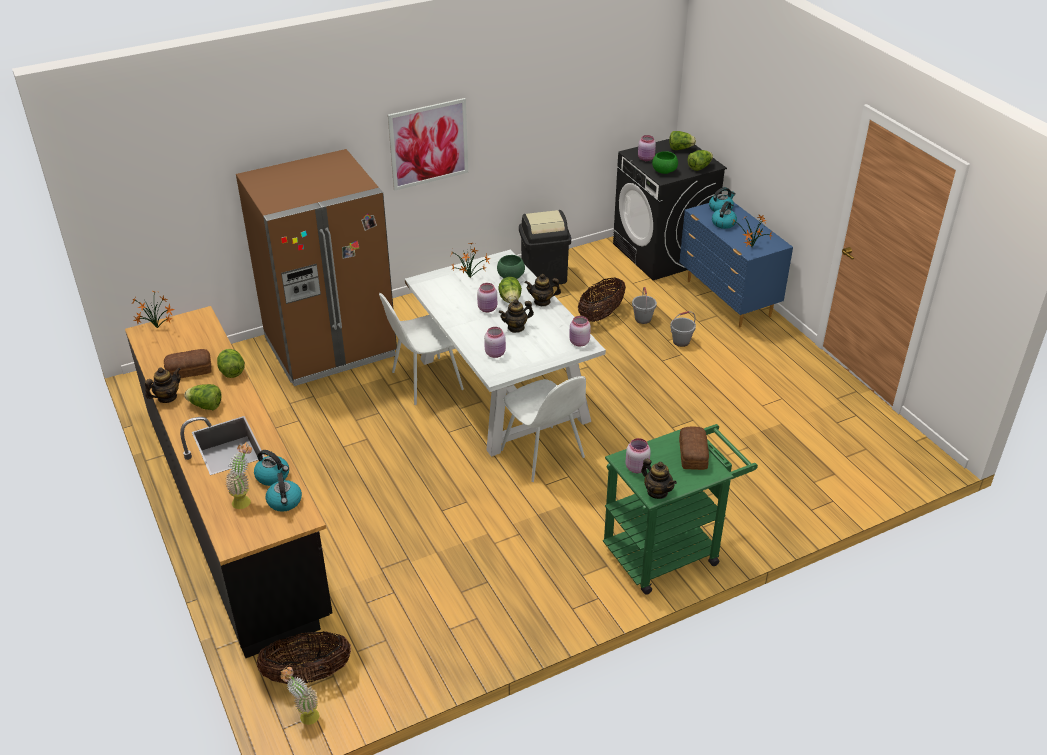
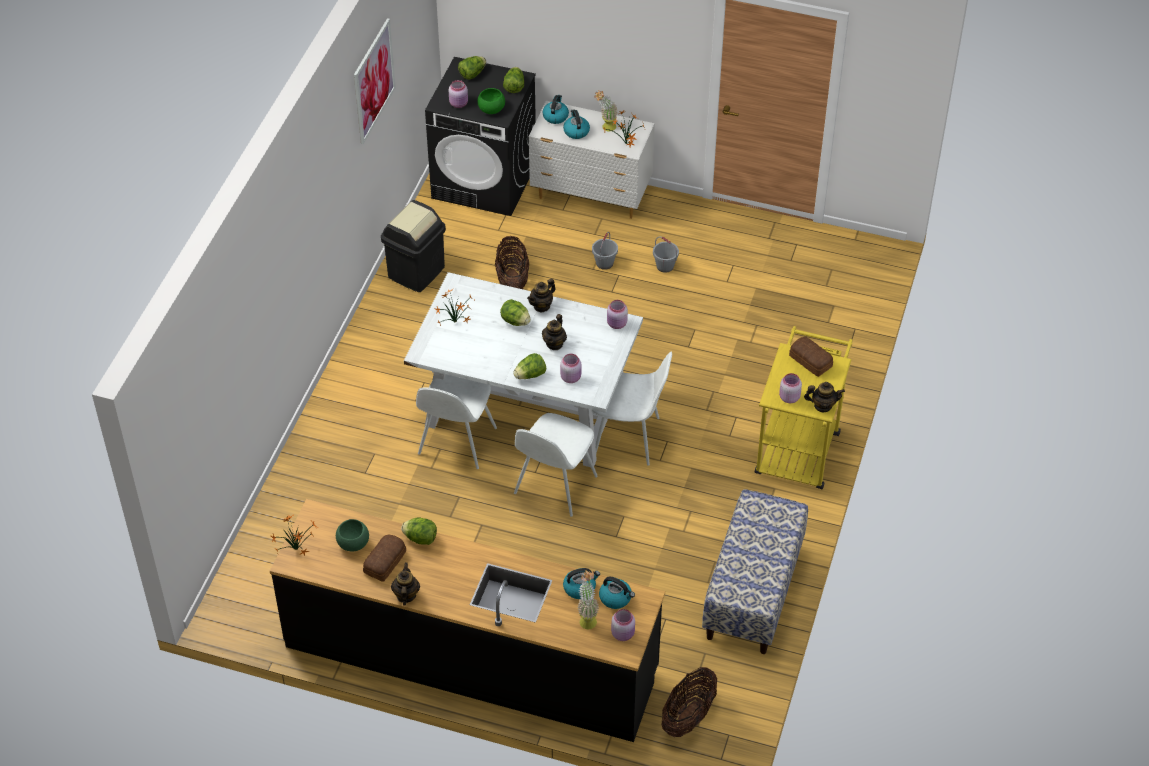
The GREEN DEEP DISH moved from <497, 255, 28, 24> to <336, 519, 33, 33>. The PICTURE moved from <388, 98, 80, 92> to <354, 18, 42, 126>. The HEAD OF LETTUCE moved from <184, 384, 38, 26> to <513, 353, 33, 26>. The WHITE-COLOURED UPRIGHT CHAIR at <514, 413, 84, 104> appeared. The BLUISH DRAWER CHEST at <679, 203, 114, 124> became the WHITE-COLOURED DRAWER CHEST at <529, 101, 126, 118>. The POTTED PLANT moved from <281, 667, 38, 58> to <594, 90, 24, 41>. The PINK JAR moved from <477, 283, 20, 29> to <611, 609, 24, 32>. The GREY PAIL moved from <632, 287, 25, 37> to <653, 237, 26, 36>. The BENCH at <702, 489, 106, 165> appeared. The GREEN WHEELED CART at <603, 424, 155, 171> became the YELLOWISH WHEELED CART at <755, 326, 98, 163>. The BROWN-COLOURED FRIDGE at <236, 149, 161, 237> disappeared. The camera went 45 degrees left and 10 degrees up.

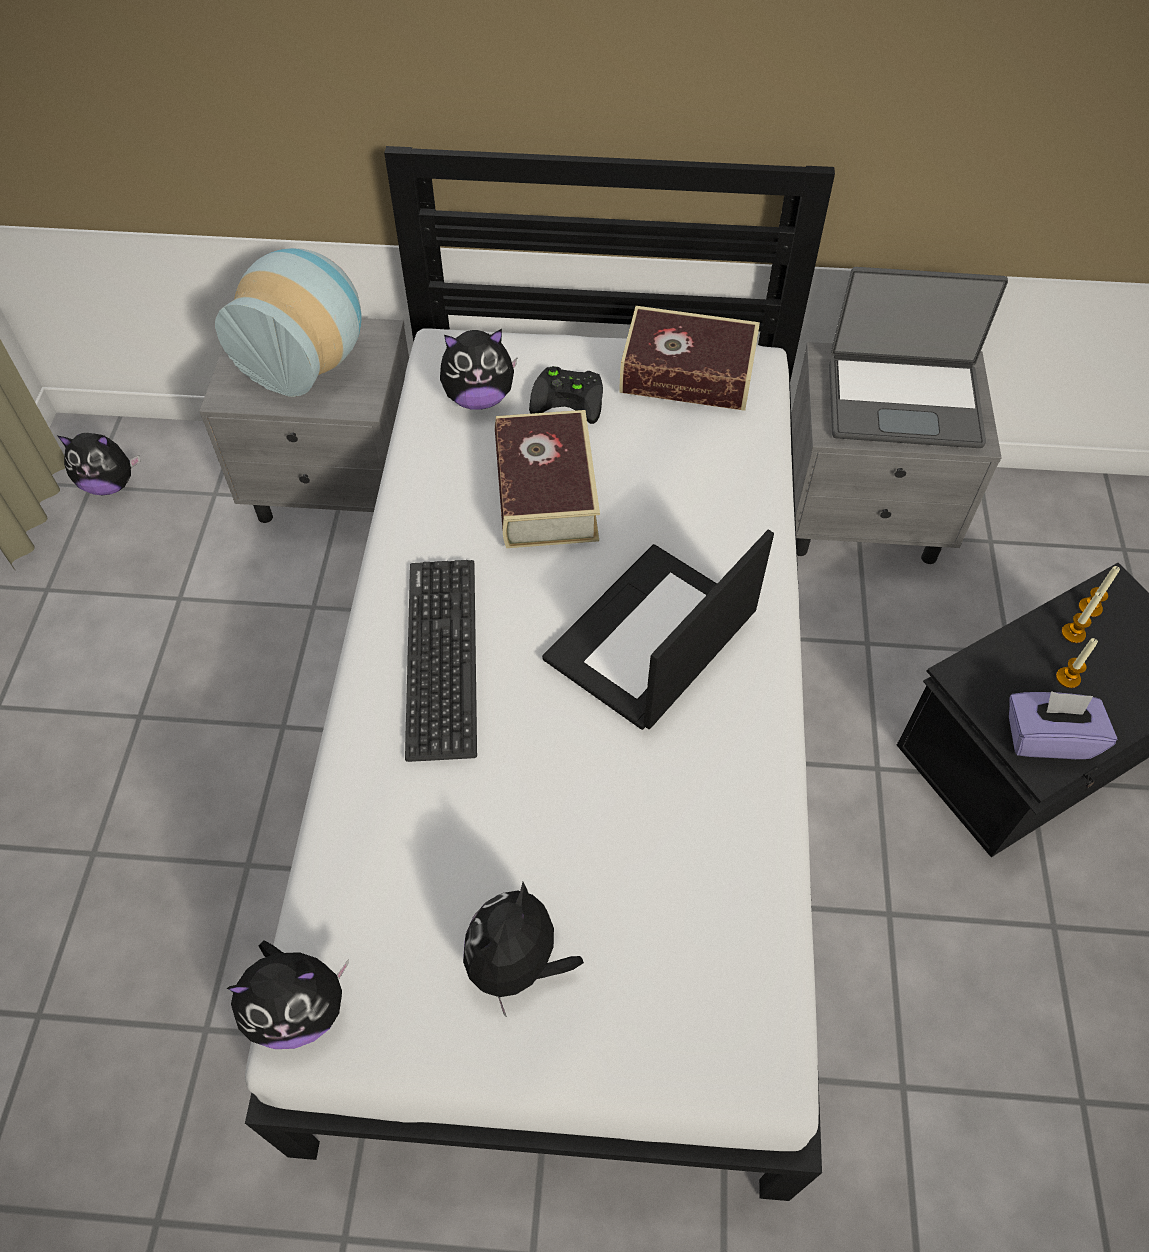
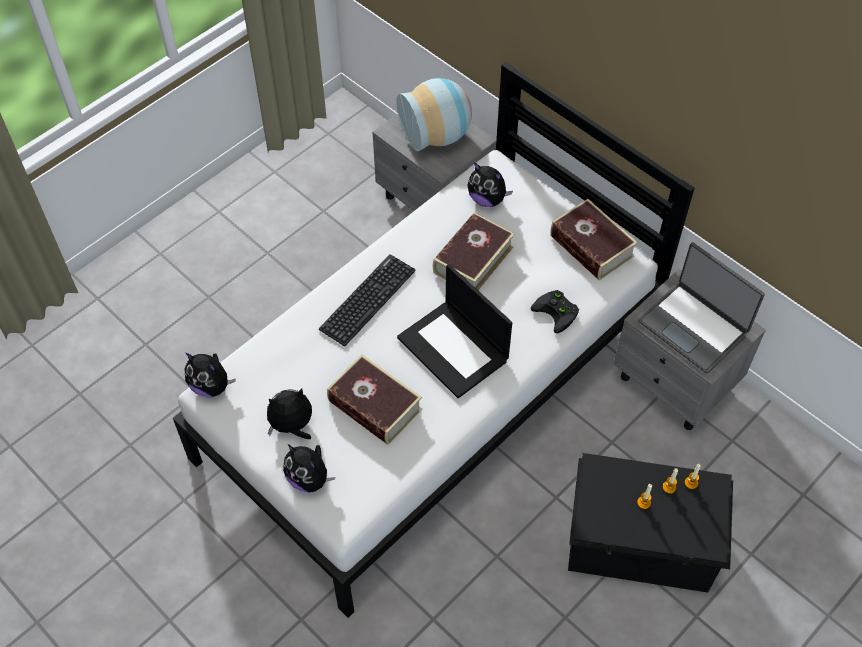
The SOFT TOY moved from <58, 433, 82, 62> to <283, 444, 52, 49>. The VOLUME at <327, 354, 95, 91> appeared. The LAPTOP at <542, 530, 232, 200> turned 120 degrees counterclockwise. The BLACK-COLOURED GAME CONTROLLER moved from <529, 366, 74, 58> to <531, 290, 48, 43>. The PURPLISH BOX OF TISSUES at <1009, 691, 109, 68> disappeared. The camera went 40 degrees right and 0 degrees up.

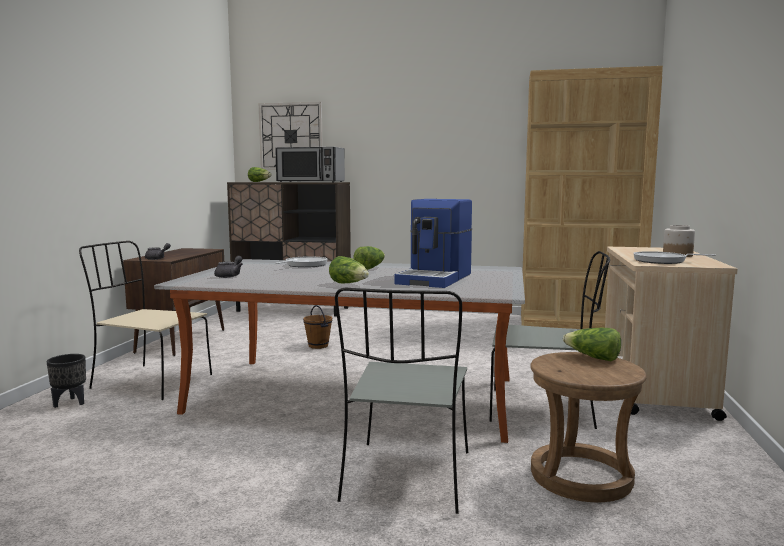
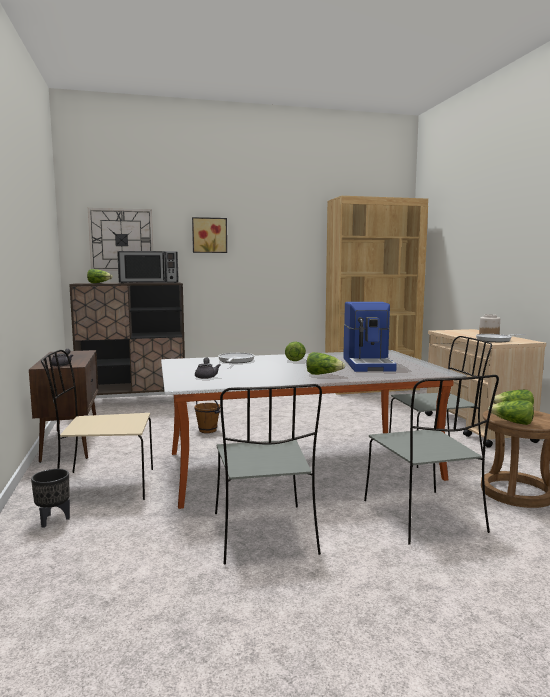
The PICTURE at <192, 217, 35, 36> appeared. The GREY UPRIGHT CHAIR at <215, 384, 107, 180> appeared. The HEAD OF LETTUCE at <488, 400, 46, 25> appeared. The camera went 25 degrees left and 0 degrees up.

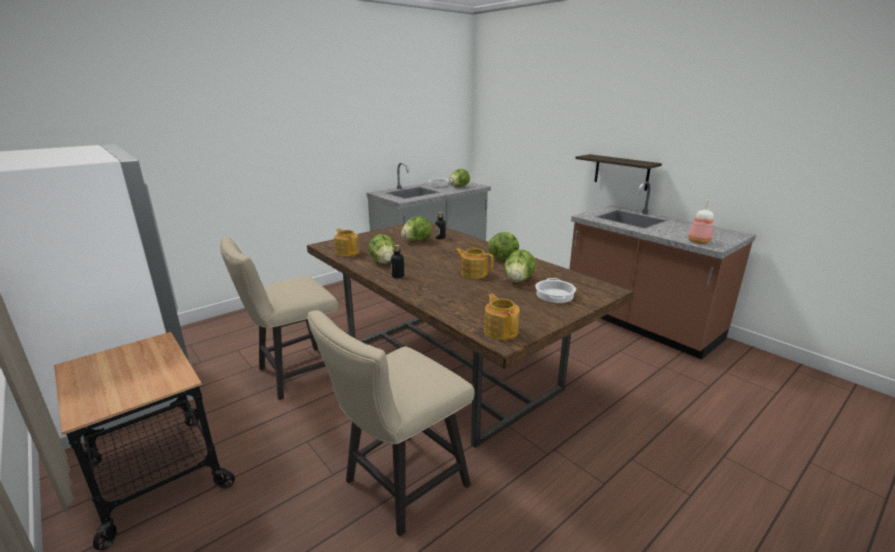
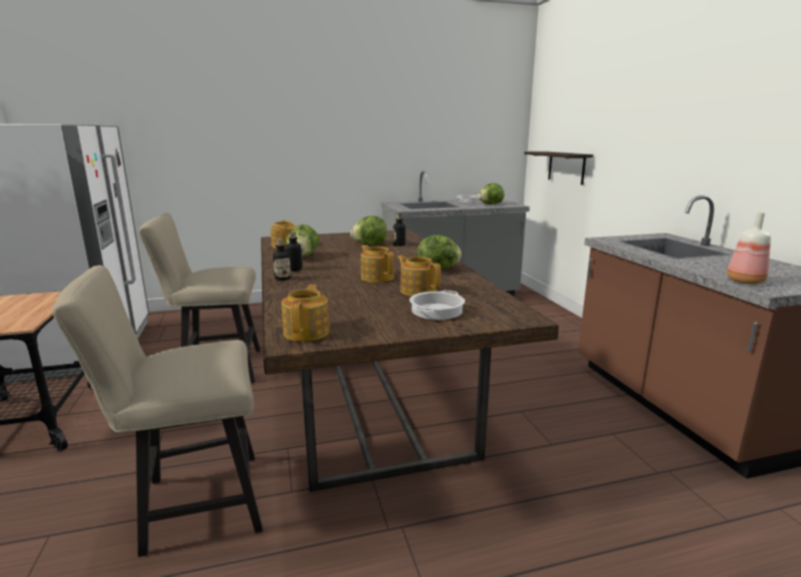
The DRINK BOTTLE at <273, 238, 18, 43> appeared. The HEAD OF LETTUCE at <504, 250, 32, 32> was replaced by the TEAPOT at <397, 255, 44, 41>. The SHELF moved from <575, 154, 87, 37> to <524, 151, 69, 34>. The camera went 25 degrees right and 5 degrees down.

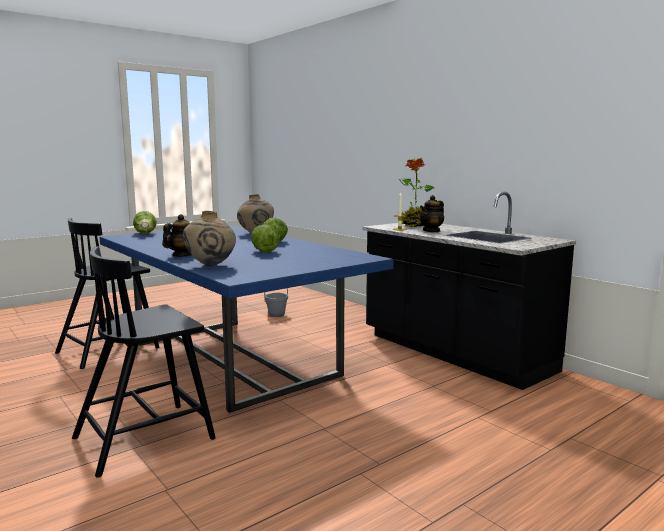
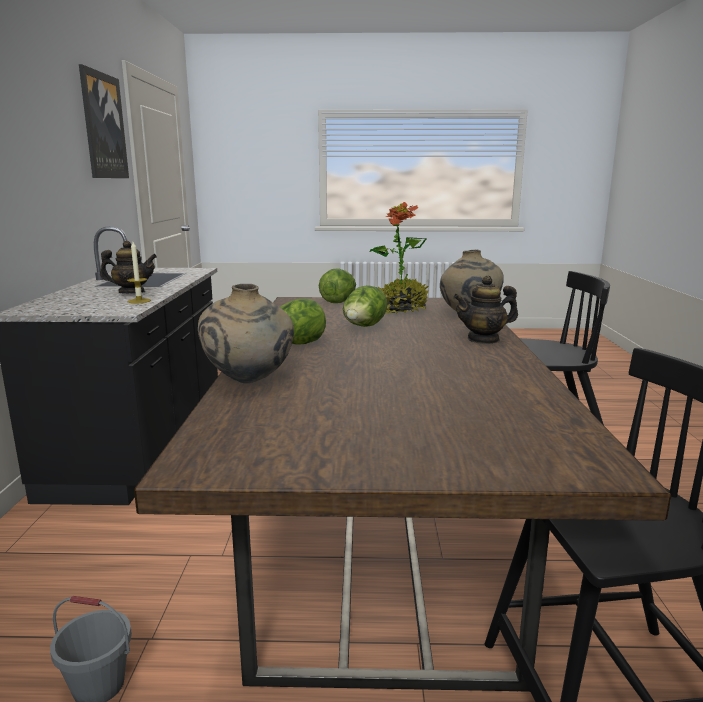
The PICTURE at <79, 64, 50, 114> appeared. The BLUISH KITCHEN TABLE at <100, 225, 294, 188> became the BROWN-COLOURED KITCHEN TABLE at <134, 297, 537, 395>. The HEAD OF LETTUCE moved from <133, 211, 24, 23> to <319, 268, 37, 35>. The POTTED PLANT moved from <397, 158, 38, 69> to <370, 202, 59, 112>. The camera went 140 degrees left and 5 degrees up.

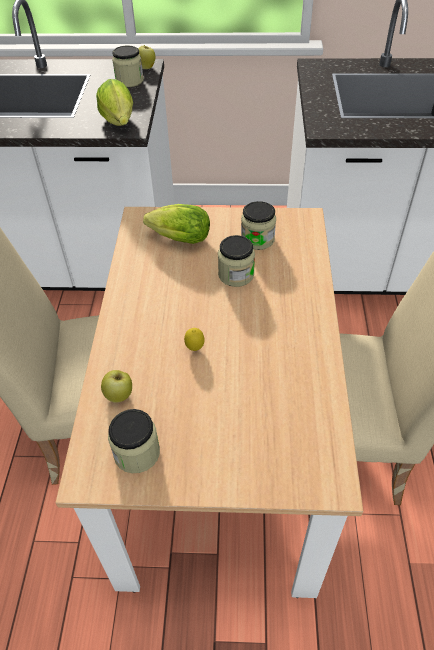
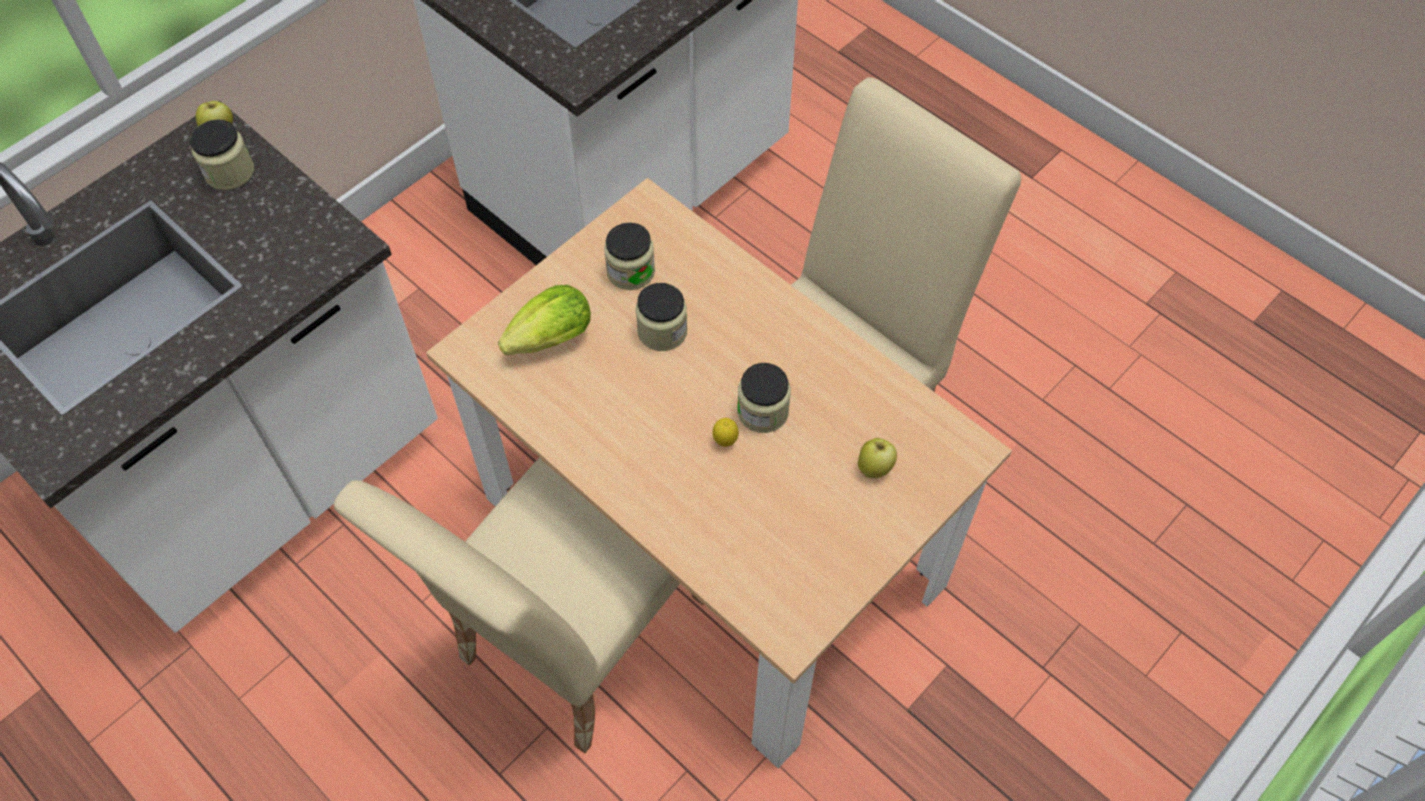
The JAR moved from <108, 409, 52, 64> to <737, 363, 54, 70>. The APPLE FRUIT moved from <101, 370, 31, 33> to <858, 438, 39, 40>. The HEAD OF LETTUCE at <96, 79, 37, 47> disappeared. The camera went 50 degrees left and 10 degrees up.

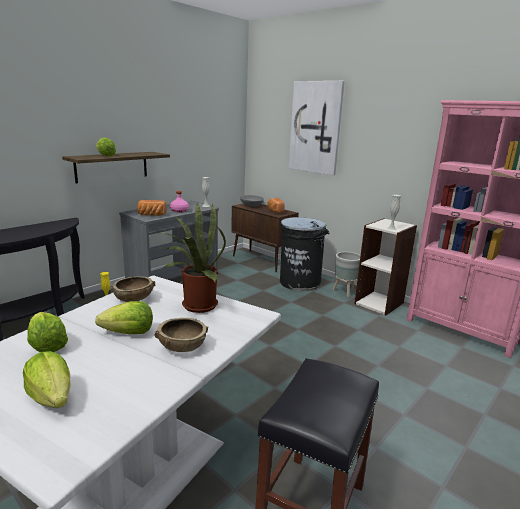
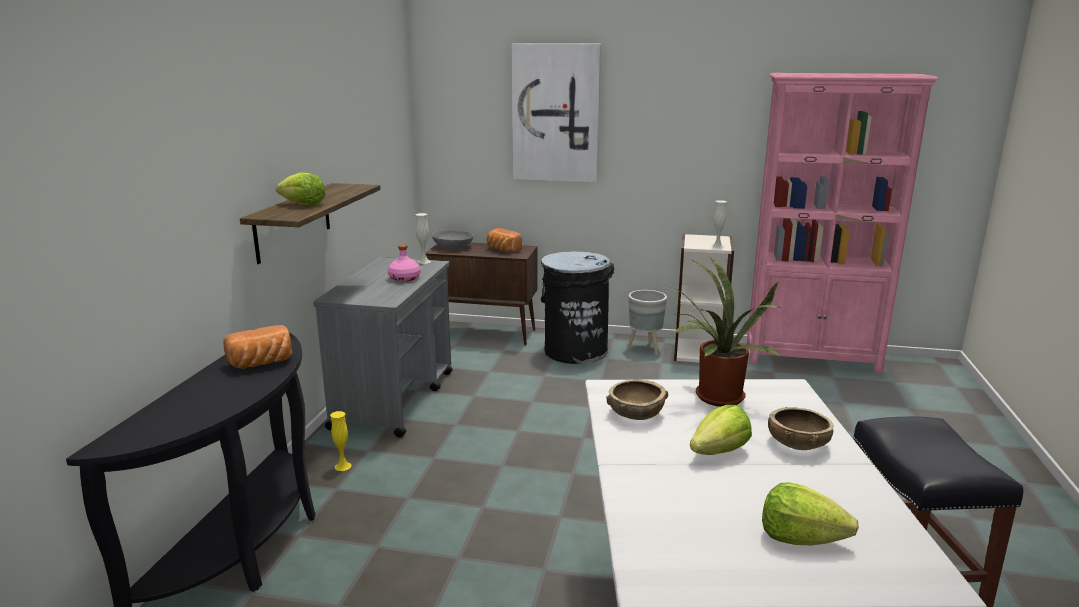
The BAKED BREAD moved from <137, 200, 30, 16> to <223, 325, 69, 44>. The HEAD OF LETTUCE at <27, 312, 41, 40> disappeared. The camera went 30 degrees left and 0 degrees up.

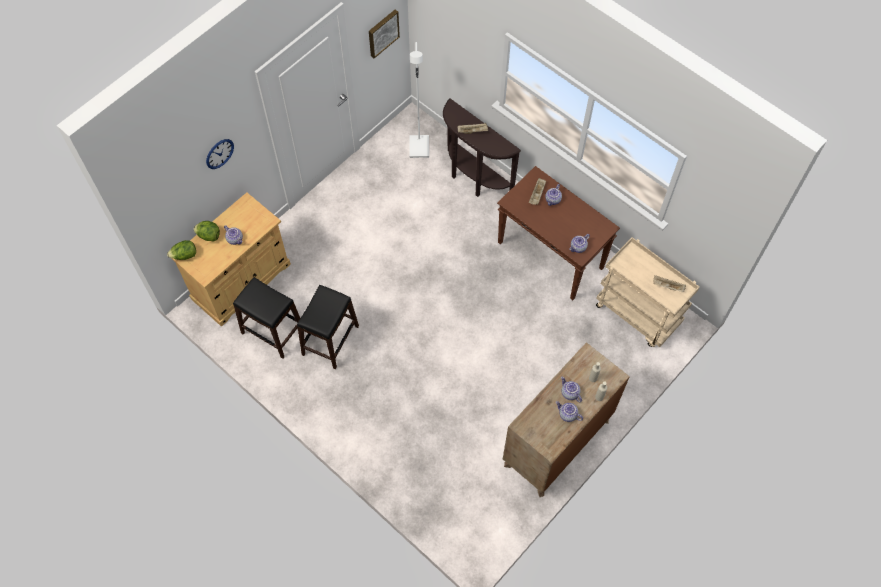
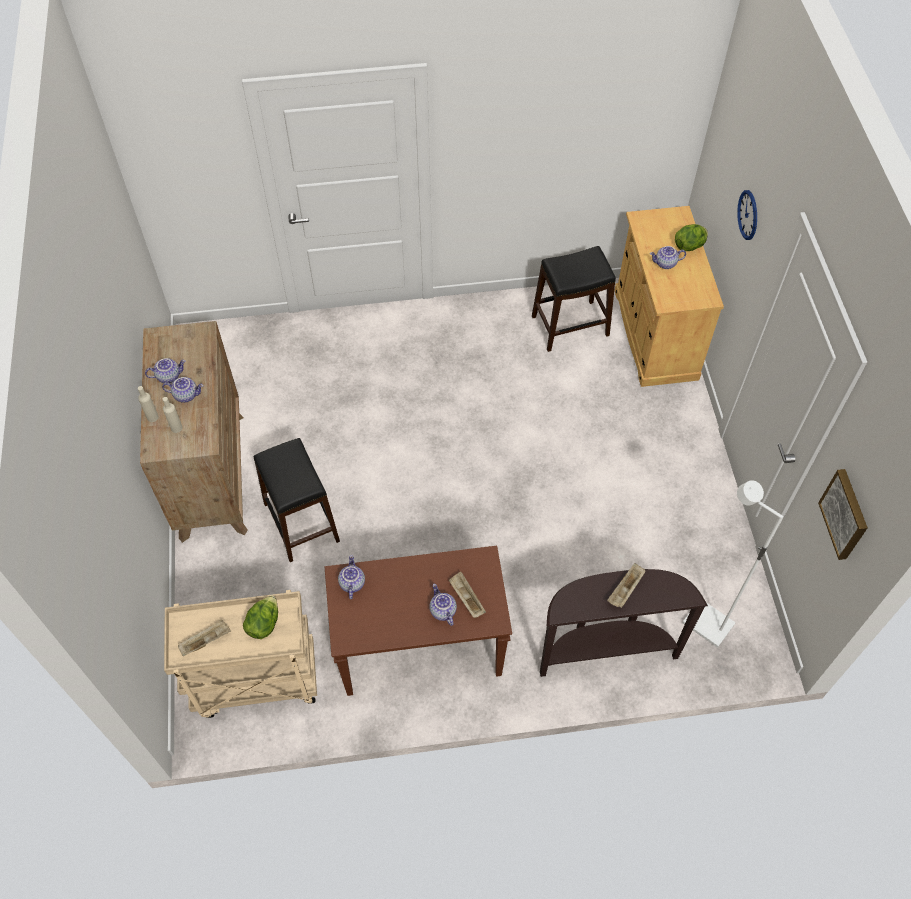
The HEAD OF LETTUCE moved from <167, 240, 29, 20> to <243, 595, 35, 44>. The BLACK-COLOURED STOOL moved from <297, 285, 62, 84> to <253, 438, 87, 124>. The camera went 130 degrees right and 5 degrees down.

